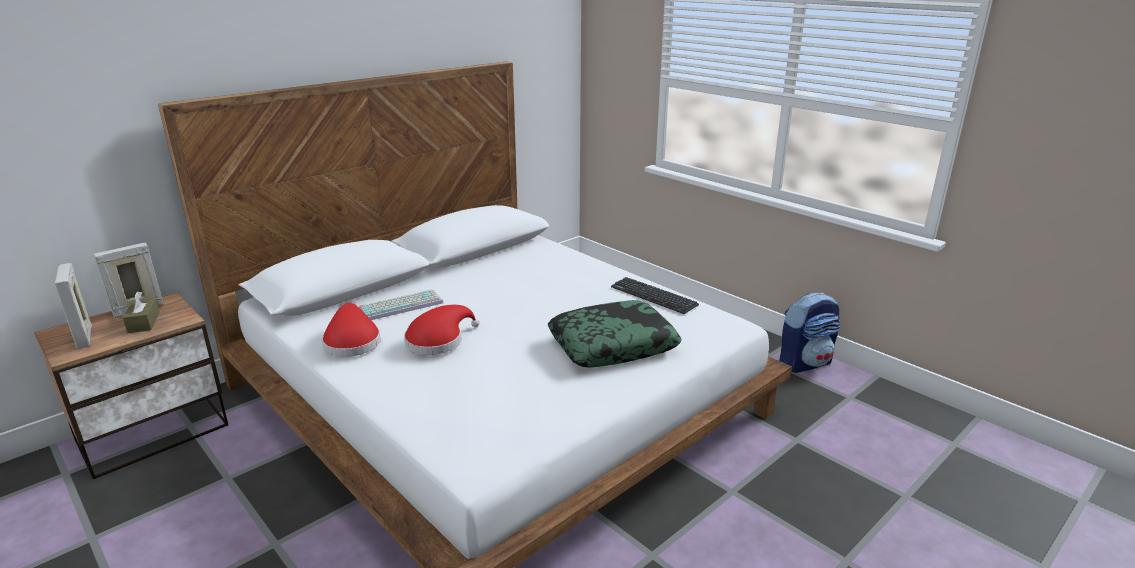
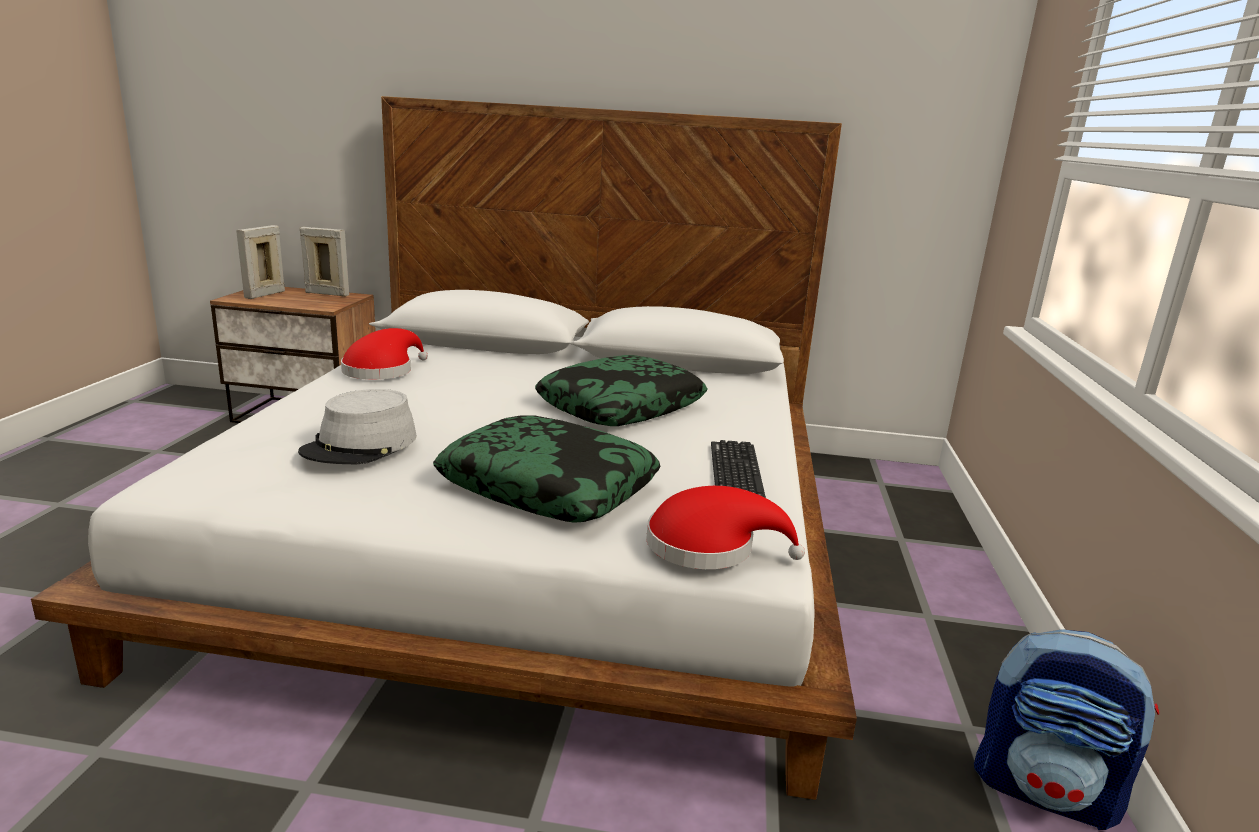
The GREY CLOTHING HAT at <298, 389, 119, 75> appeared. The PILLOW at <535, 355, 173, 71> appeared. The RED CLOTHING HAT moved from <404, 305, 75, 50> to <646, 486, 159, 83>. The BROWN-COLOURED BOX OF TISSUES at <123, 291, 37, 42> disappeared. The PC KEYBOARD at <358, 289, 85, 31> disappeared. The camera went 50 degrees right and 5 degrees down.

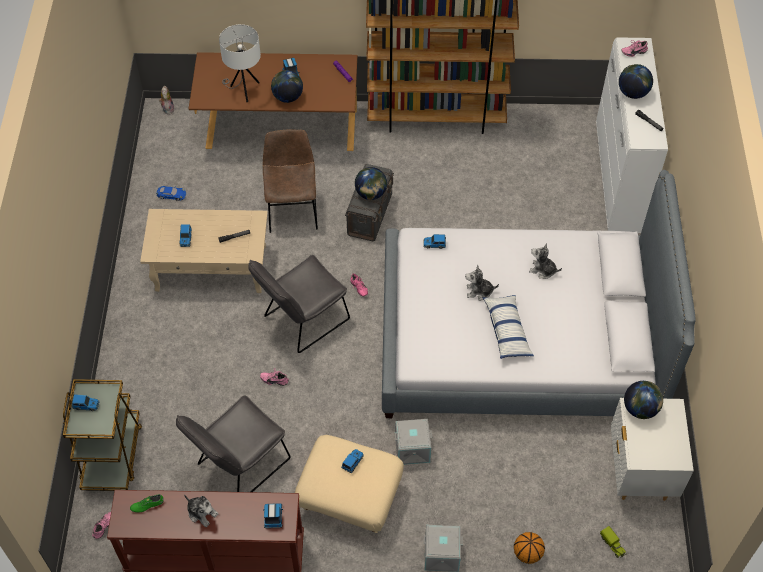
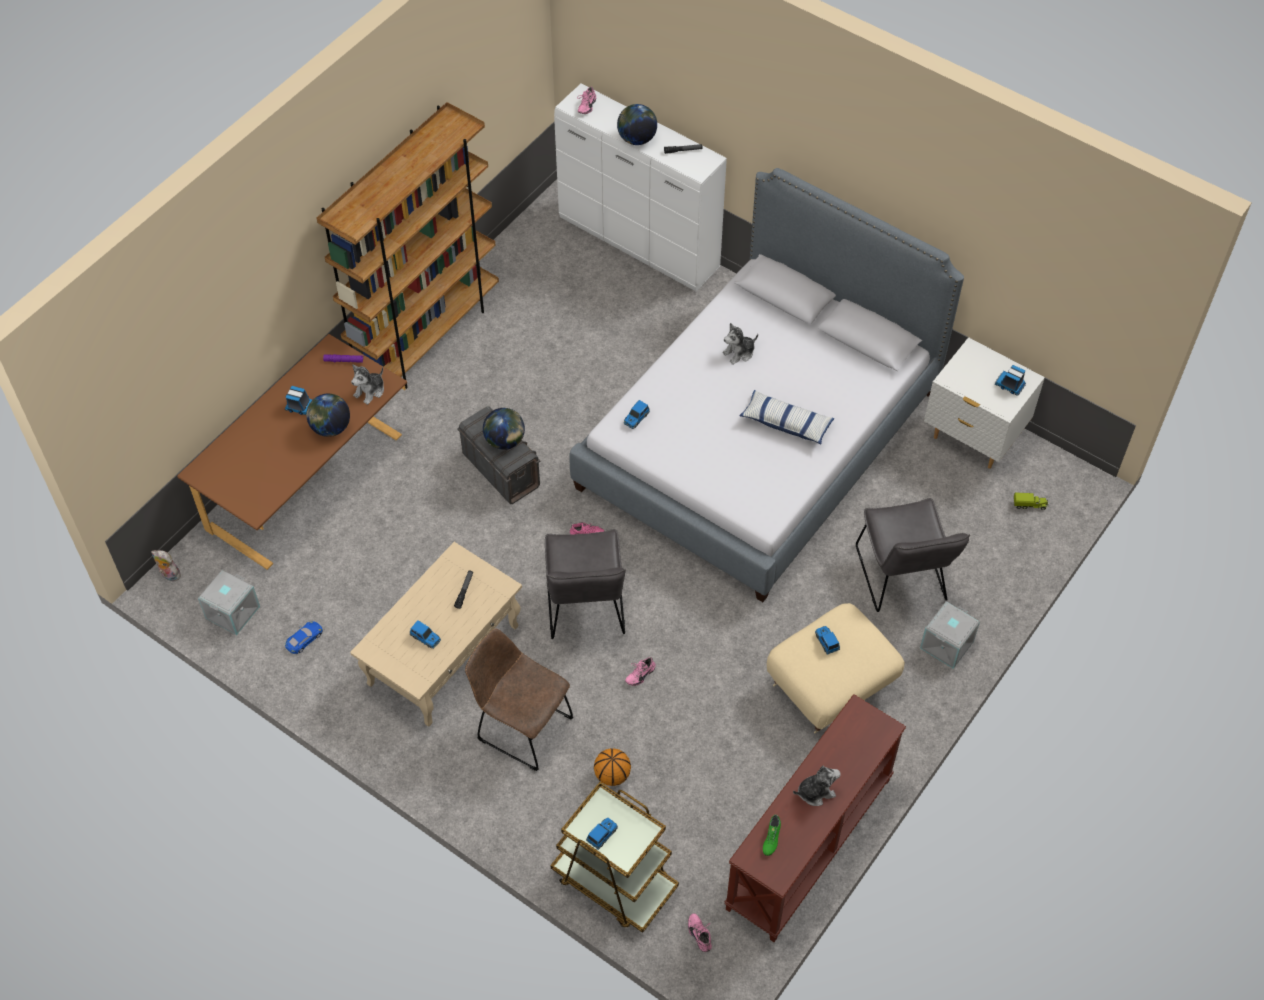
The GREY STORAGE BIN moved from <395, 419, 37, 46> to <198, 570, 62, 65>. The SOFT TOY moved from <465, 265, 34, 36> to <351, 365, 33, 40>. The BROWN-COLOURED UPRIGHT CHAIR moved from <262, 129, 56, 104> to <465, 629, 108, 142>. The BALL FOR BASKETBALL moved from <514, 532, 31, 32> to <594, 748, 37, 38>. The GREY UPRIGHT CHAIR moved from <176, 395, 114, 97> to <856, 498, 114, 114>. The MODEL TRUCK moved from <263, 503, 20, 26> to <995, 365, 31, 31>. The WHITE-COLOURED LAMP FOR A TABLE at <219, 24, 42, 78> disappeared. The DESK GLOBE at <624, 381, 39, 38> disappeared. The camera went 55 degrees left and 0 degrees up.

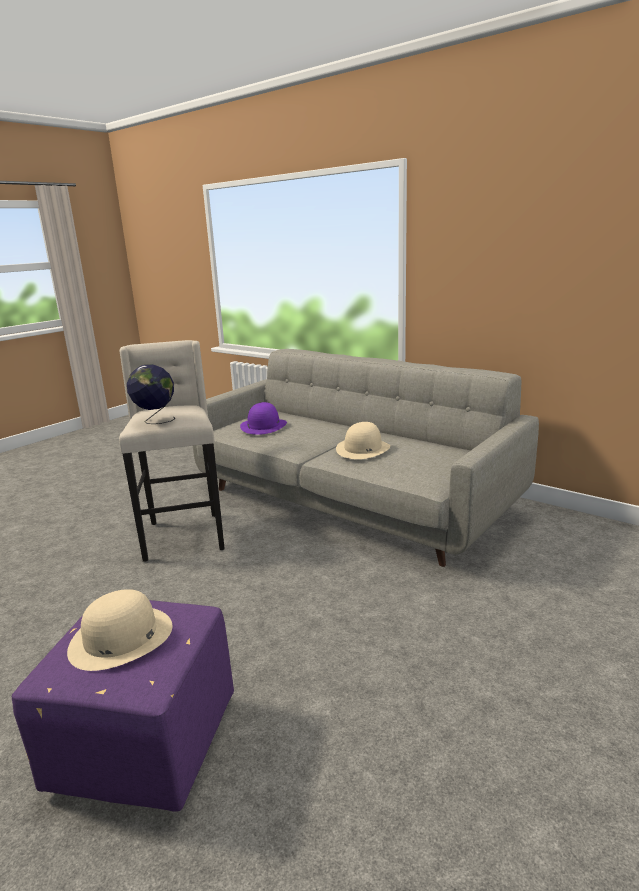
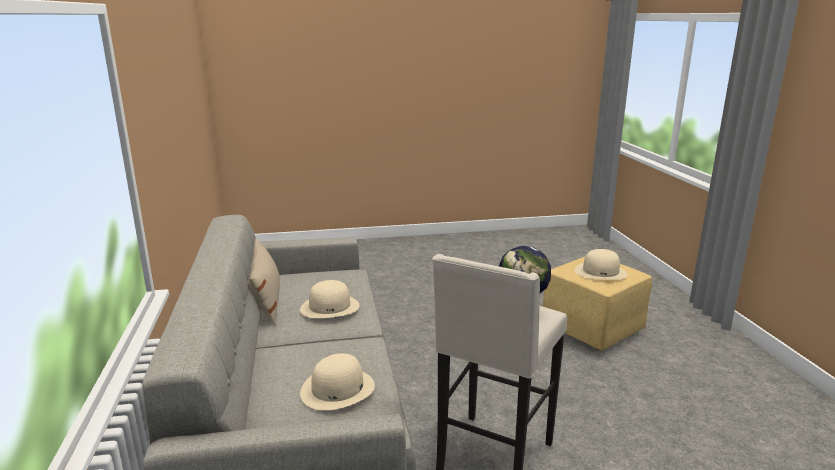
The SAND-COLOURED PILLOW at <248, 238, 32, 88> appeared. The PURPLISH CLOTHING HAT at <240, 402, 47, 33> became the SAND-COLOURED CLOTHING HAT at <300, 353, 75, 57>. The PURPLISH FOOTREST at <12, 600, 222, 212> became the YELLOWISH FOOTREST at <543, 257, 109, 94>. The camera went 140 degrees left and 0 degrees up.

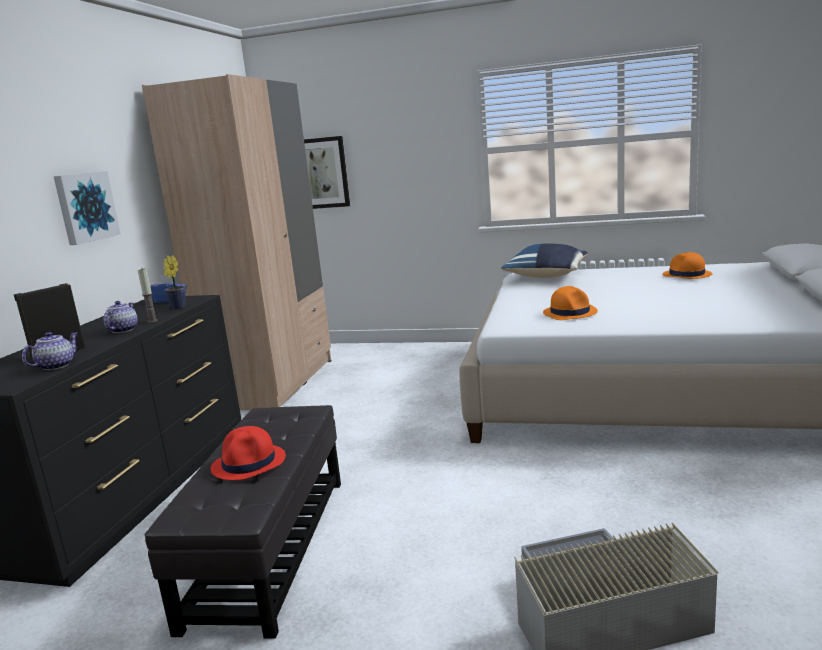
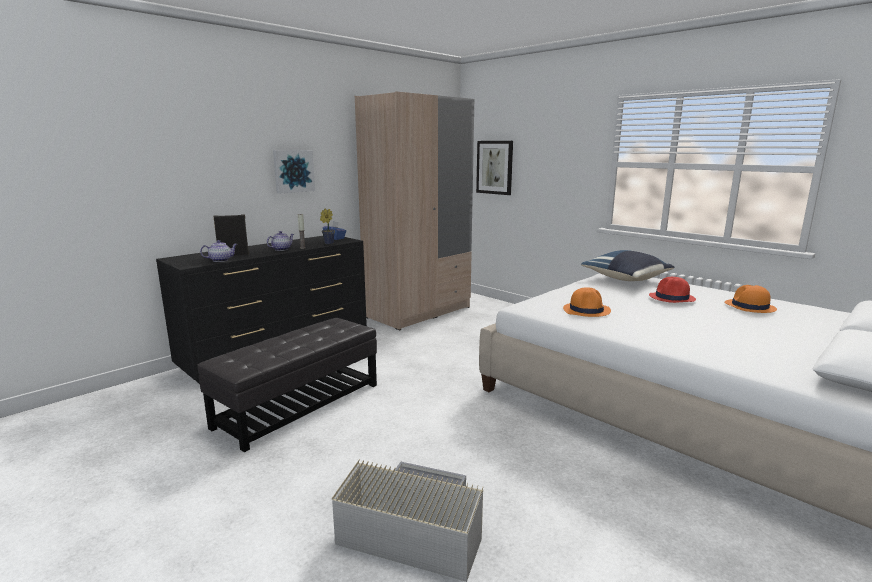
The RED CLOTHING HAT moved from <211, 426, 75, 54> to <649, 277, 47, 26>. The camera went 30 degrees right and 0 degrees up.

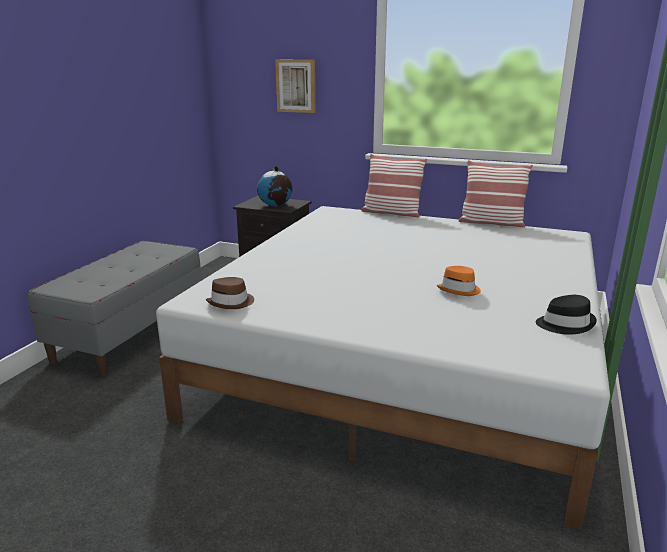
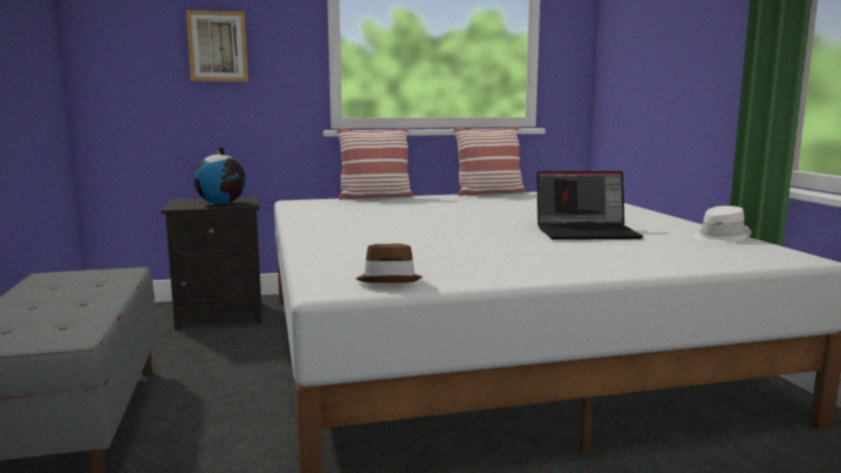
The ORANGE CLOTHING HAT at <437, 266, 44, 30> was replaced by the LAPTOP at <537, 171, 106, 69>. The BLACK-COLOURED CLOTHING HAT at <536, 295, 61, 40> became the WHITE-COLOURED CLOTHING HAT at <692, 206, 60, 36>. The camera went 35 degrees left and 10 degrees down.

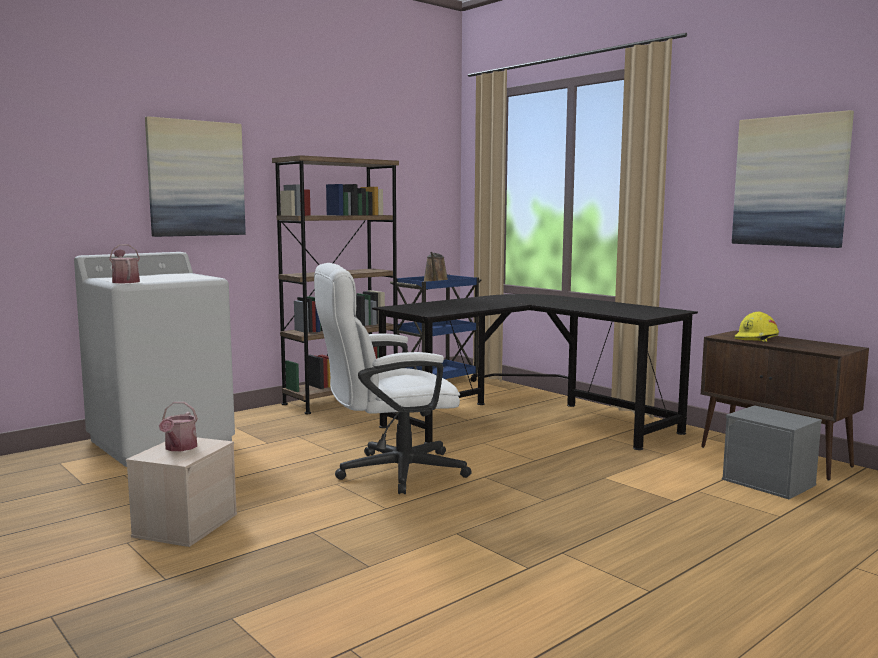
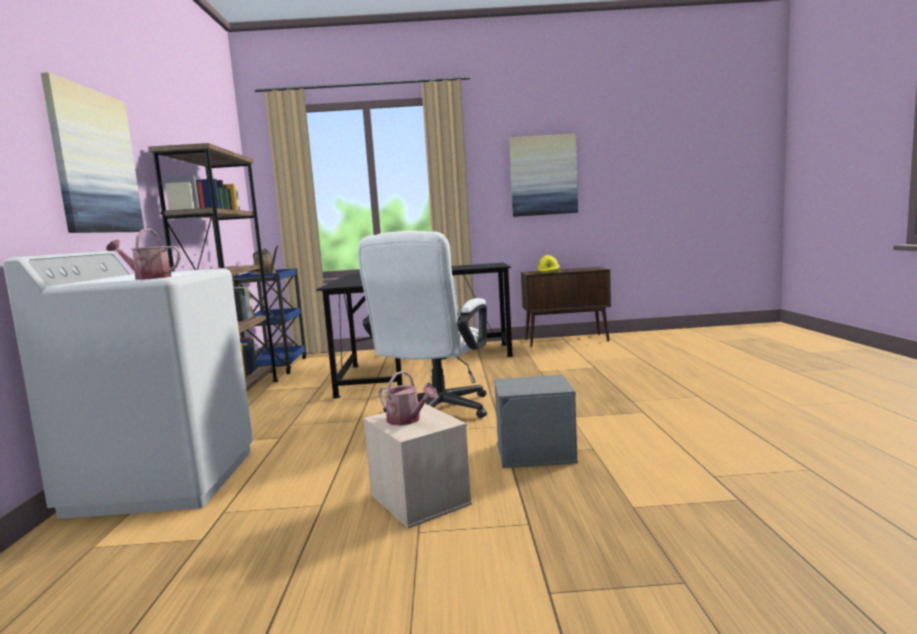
The GREY STORAGE BIN moved from <722, 405, 100, 94> to <494, 375, 84, 93>. The camera went 50 degrees left and 0 degrees up.

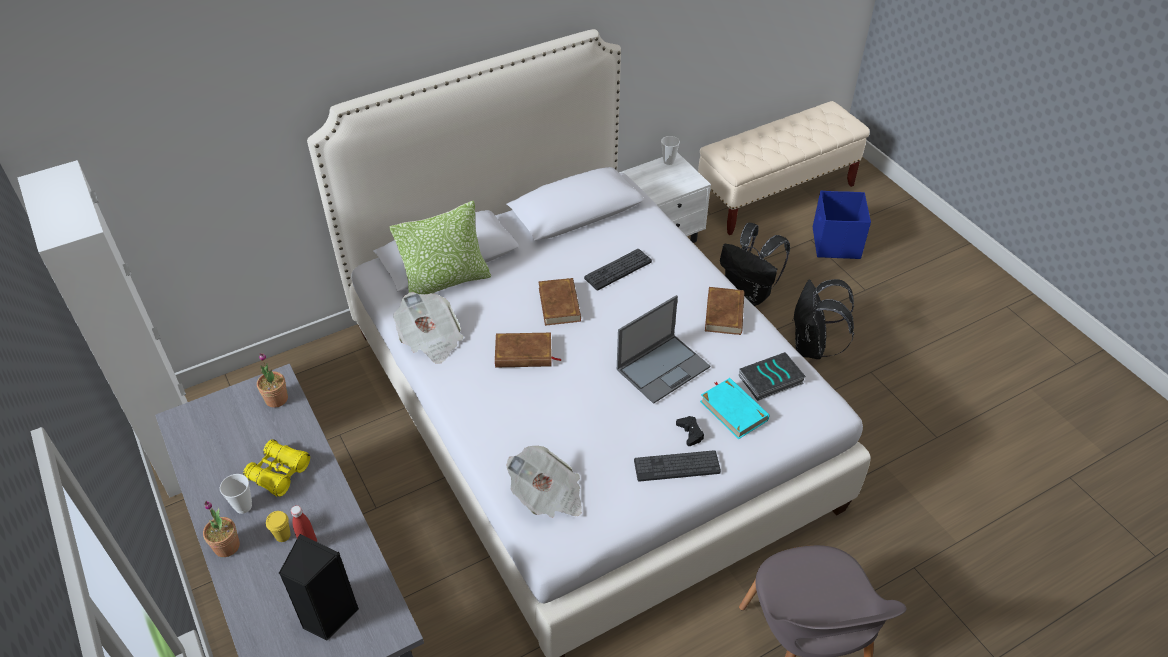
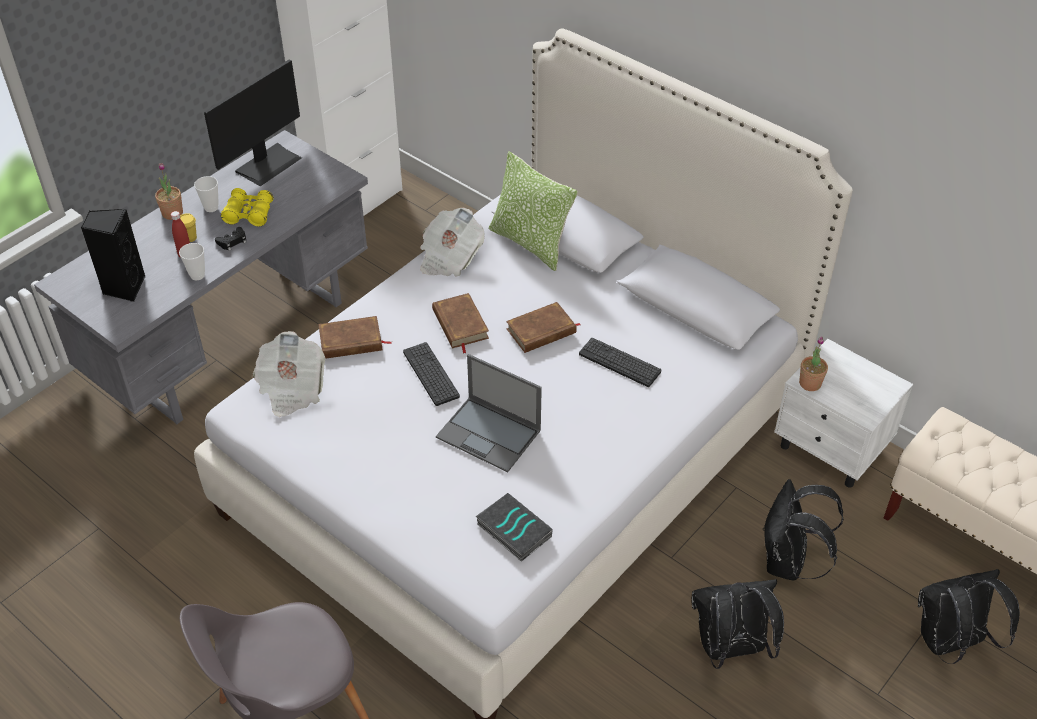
The SMALL CUP moved from <661, 136, 19, 29> to <179, 243, 26, 37>. The COMPUTER SCREEN at <204, 59, 98, 127> appeared. The BLACK-COLOURED GAME CONTROLLER moved from <676, 416, 28, 30> to <215, 227, 31, 24>. The BROWN-COLOURED VOLUME moved from <705, 287, 39, 48> to <318, 316, 74, 43>. The PC KEYBOARD moved from <634, 450, 87, 32> to <403, 342, 57, 64>. The POTTED PLANT moved from <257, 353, 31, 55> to <799, 336, 29, 55>. The BLUISH STORAGE BIN at <813, 191, 58, 68> was replaced by the BLACK-COLOURED KNAPSACK at <918, 569, 102, 95>. The TURQUOISE-COLOURED VOLUME at <700, 378, 69, 61> disappeared. The camera went 70 degrees right and 0 degrees up.

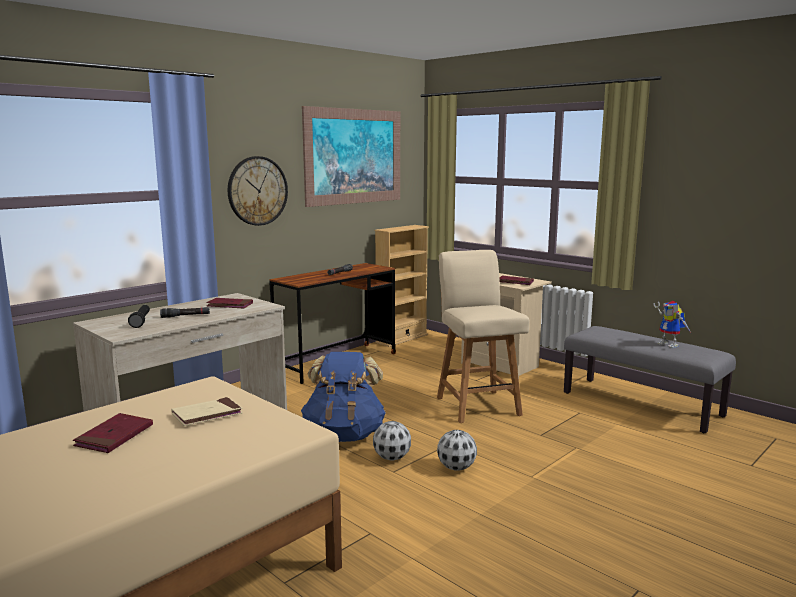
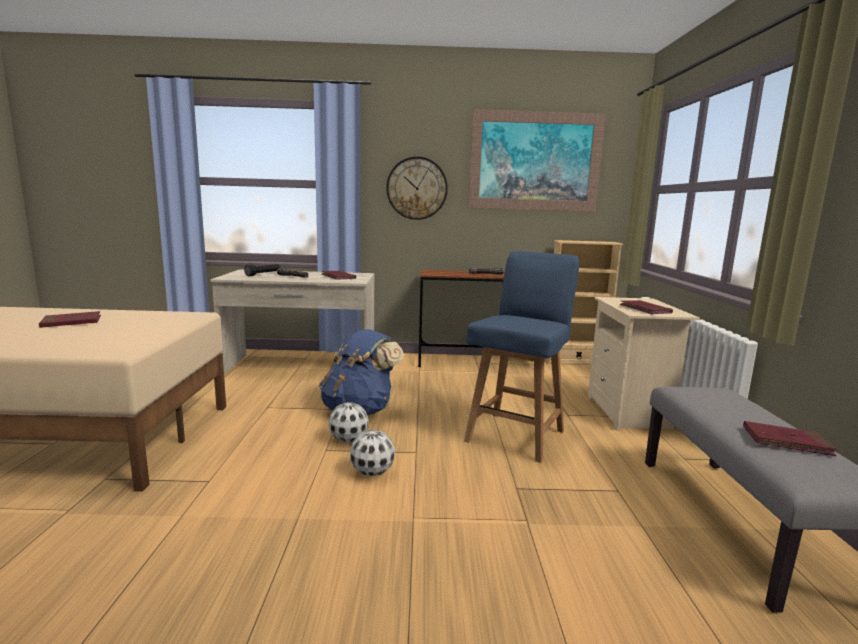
The SAND-COLOURED UPRIGHT CHAIR at <437, 250, 92, 173> became the BLUISH UPRIGHT CHAIR at <464, 251, 116, 212>. The TOY ROBOT at <653, 301, 39, 47> was replaced by the RED VOLUME at <743, 421, 95, 35>. The SAND-COLOURED VOLUME at <171, 397, 72, 29> disappeared. The camera went 45 degrees right and 0 degrees up.

